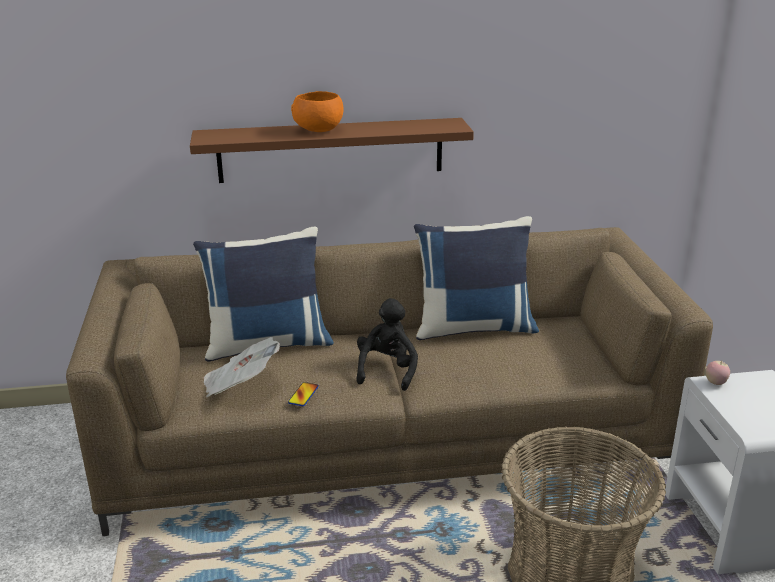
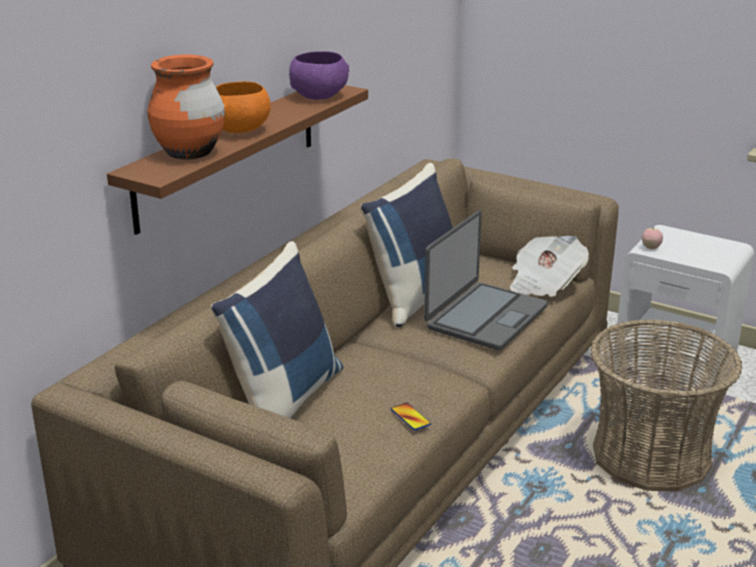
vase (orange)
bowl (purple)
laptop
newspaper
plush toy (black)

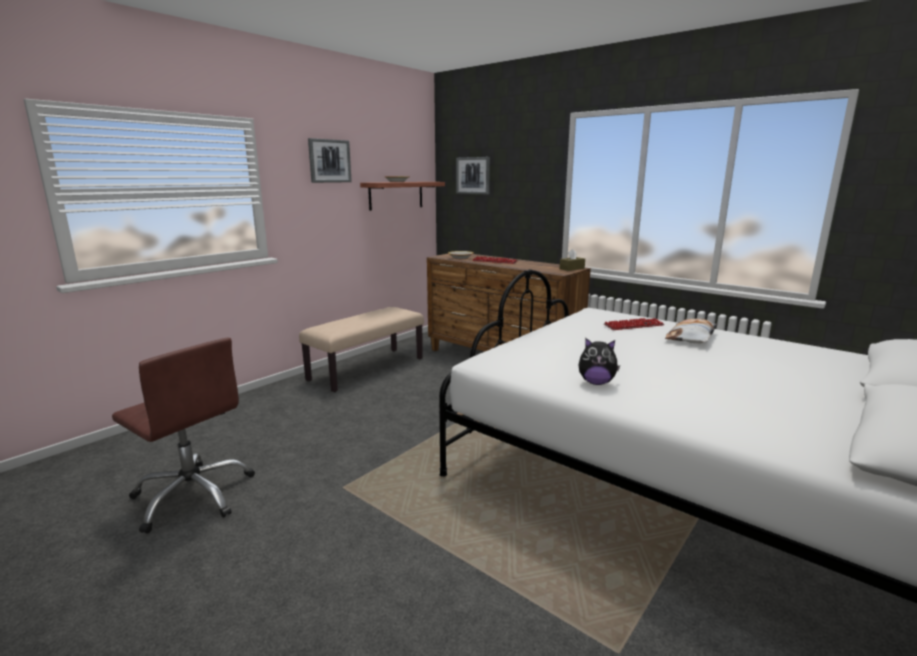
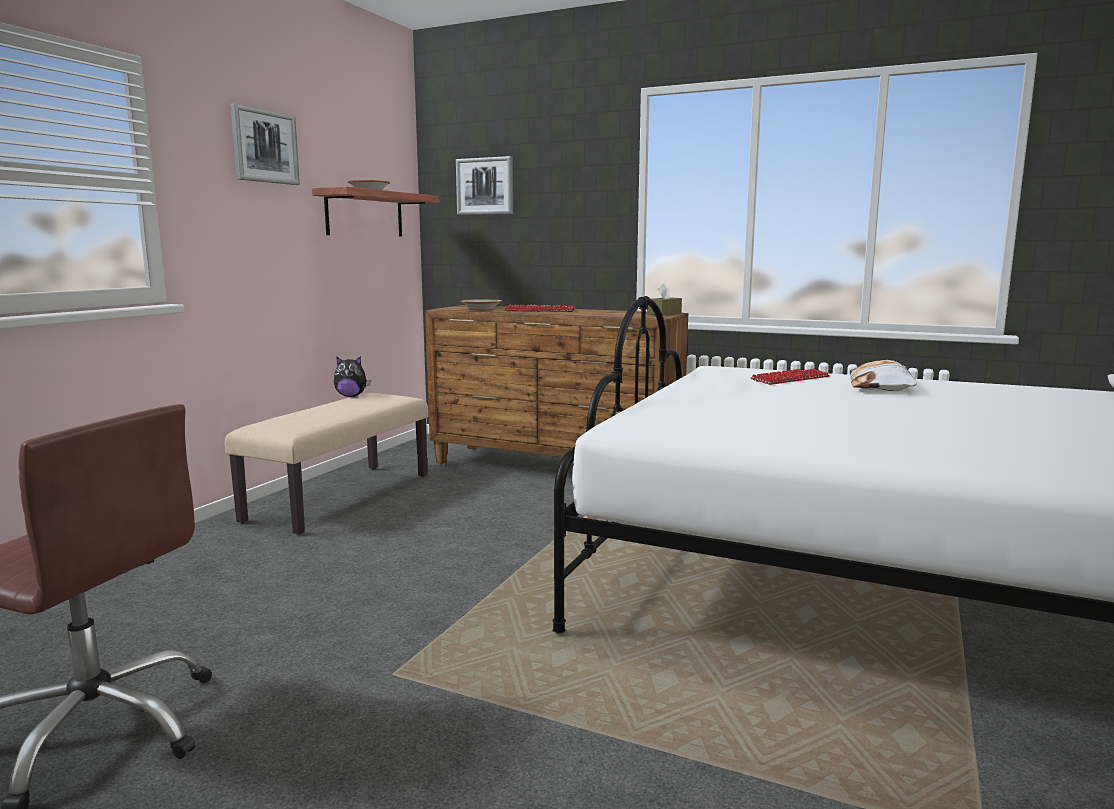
plush toy

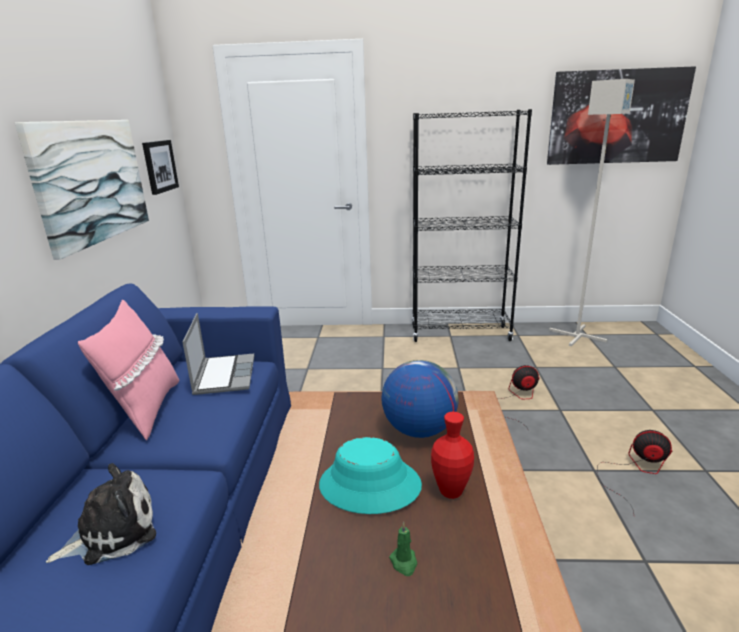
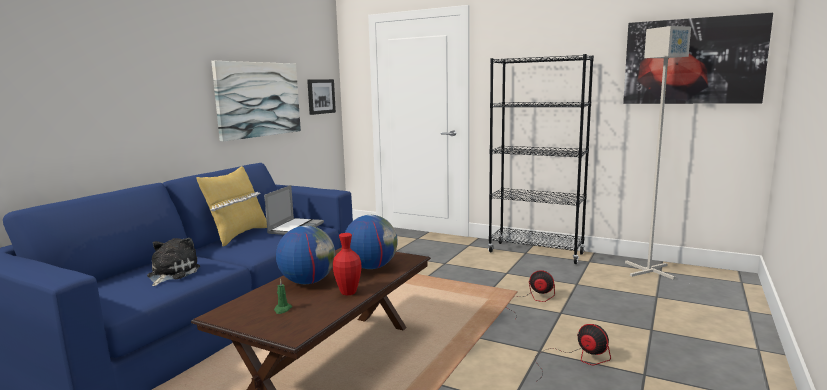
plush toy
pillow (yellow)
globe (no. 1 from left)

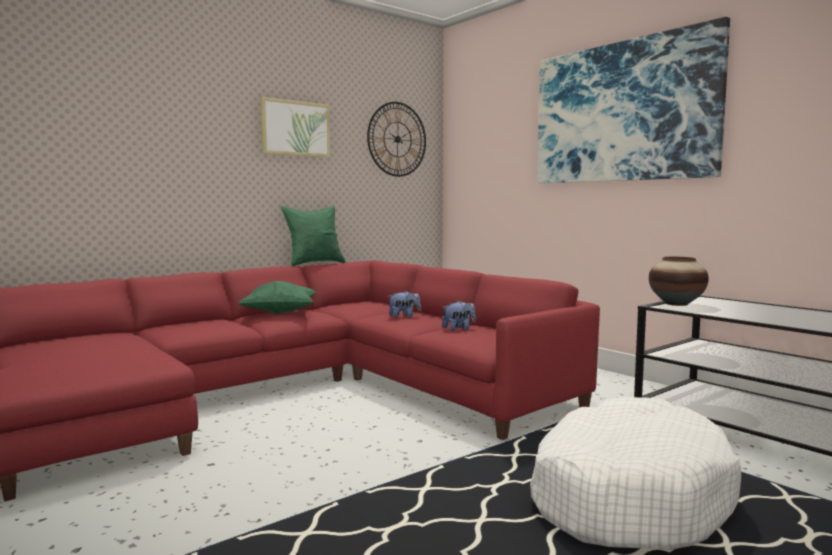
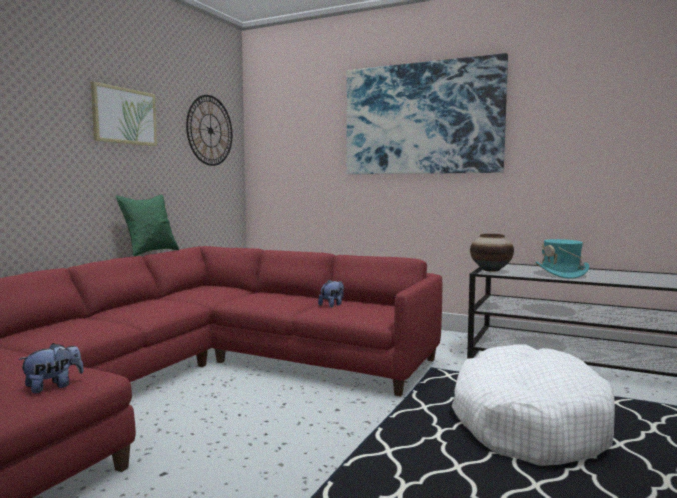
plush toy (no. 1 from left)
hat (turquoise)
pillow (green) (no. 1 from left in the first image)

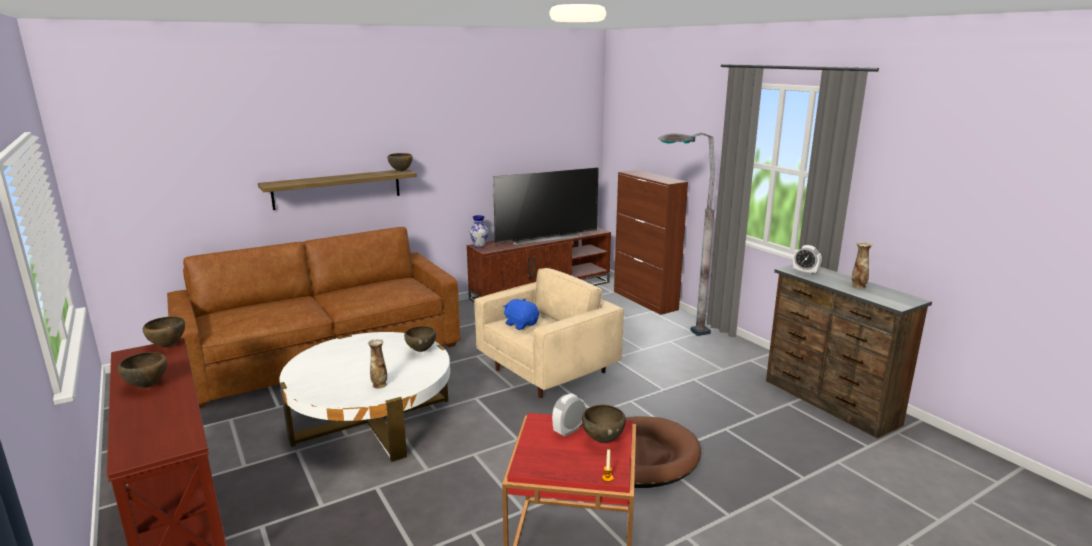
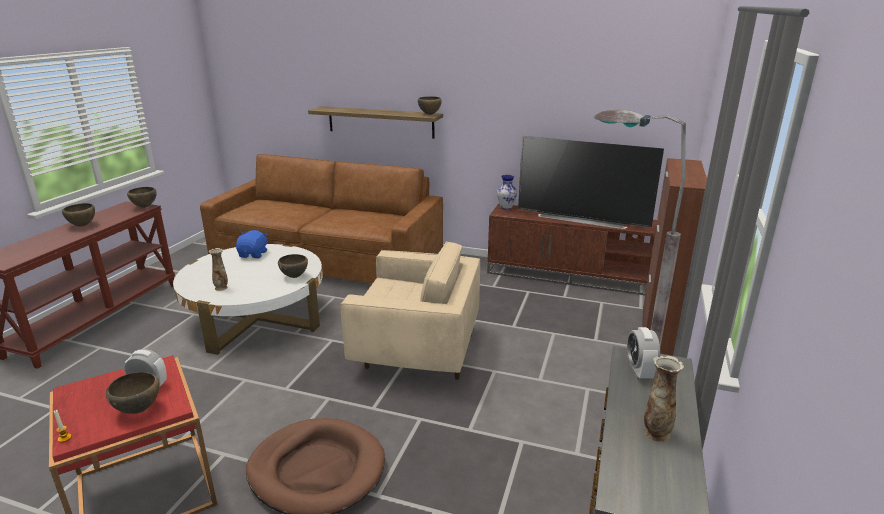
plush toy (blue)

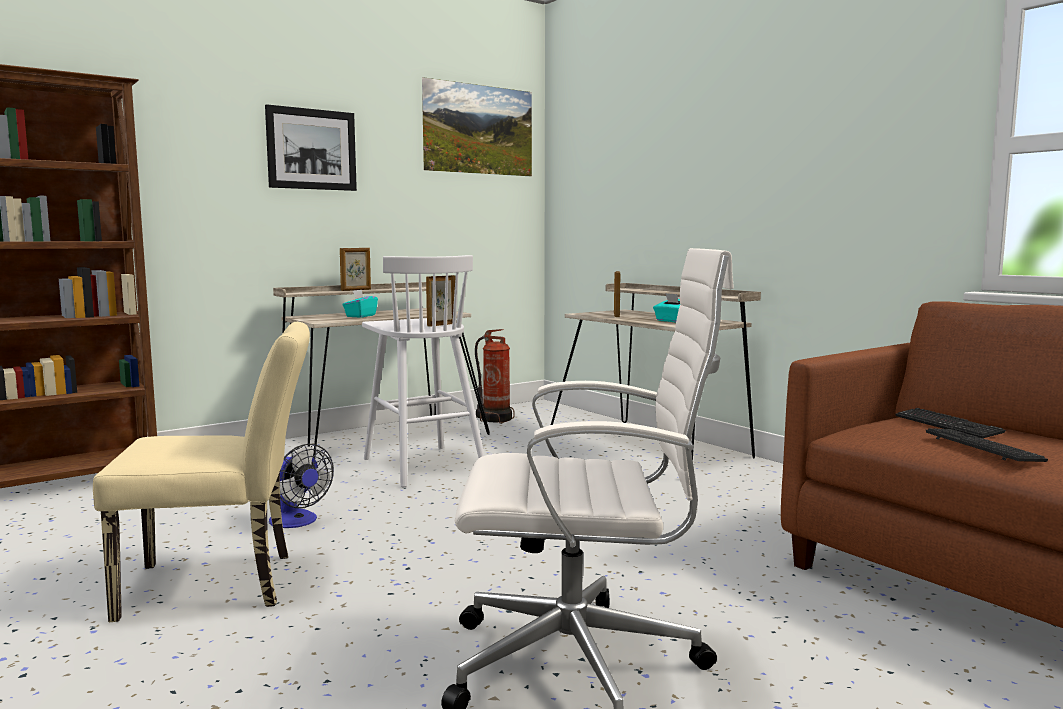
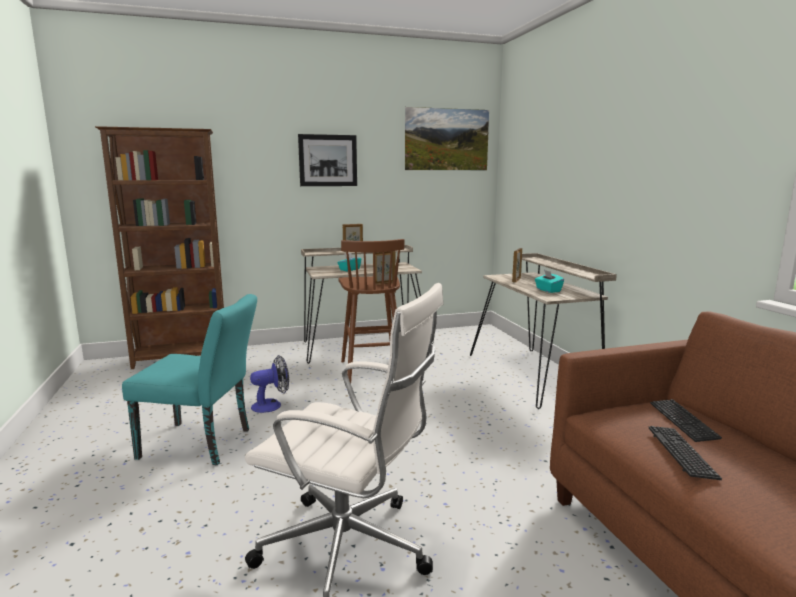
chair (turquoise)
fan
stool (brown)
fire extinguisher

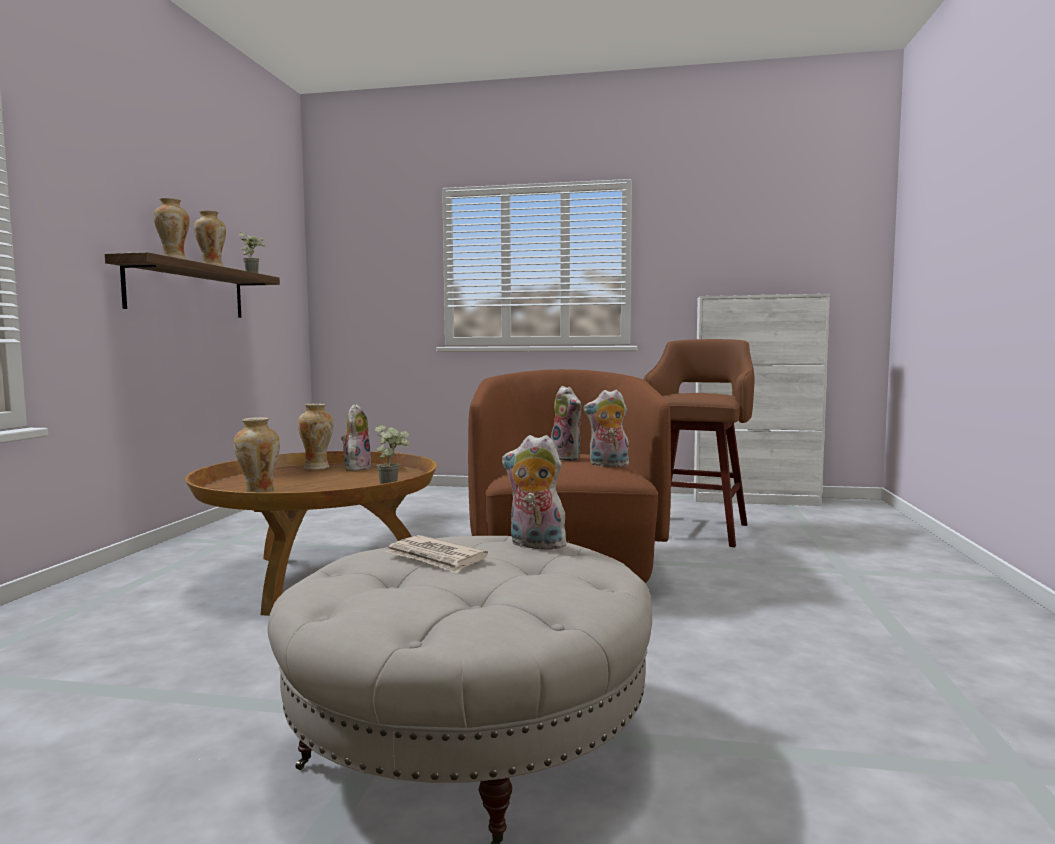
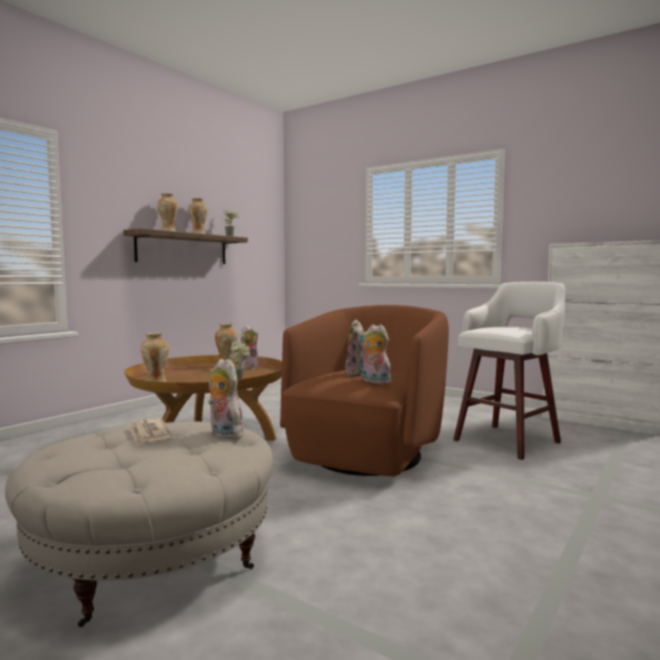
stool (white)

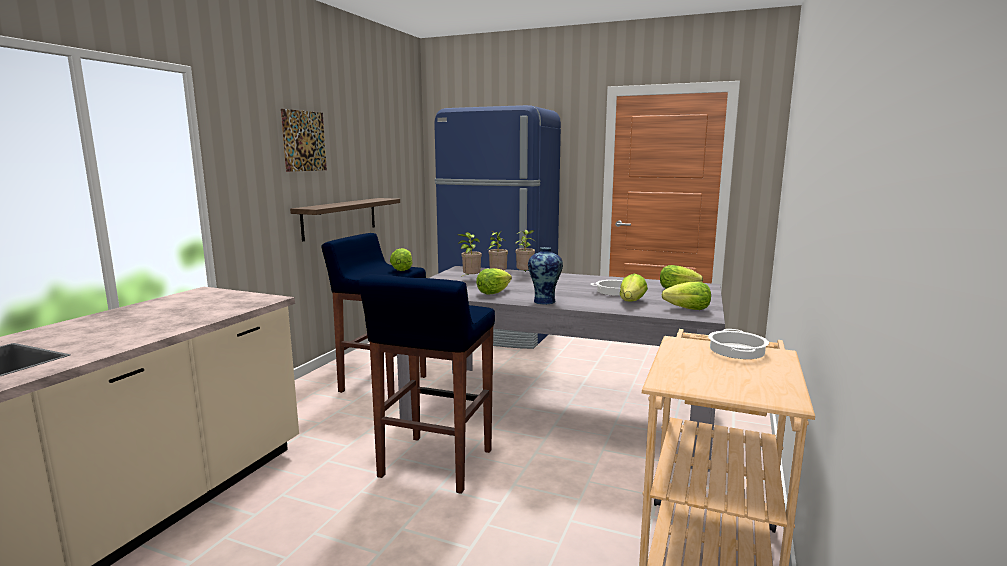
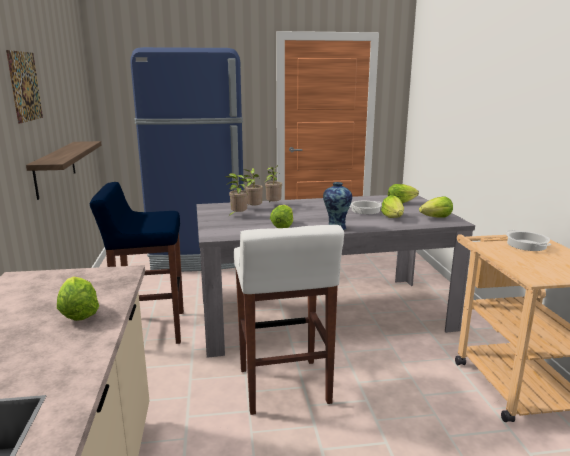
lettuce (no. 1 from left)
stool (white)

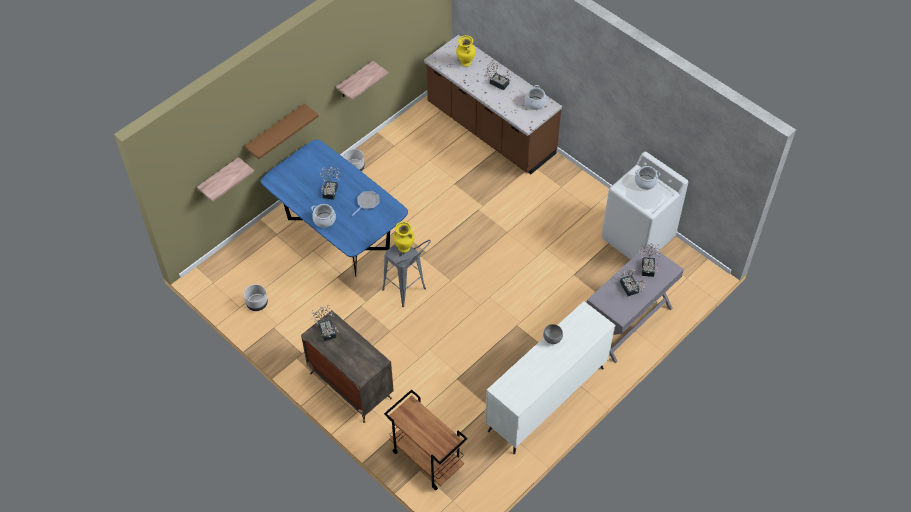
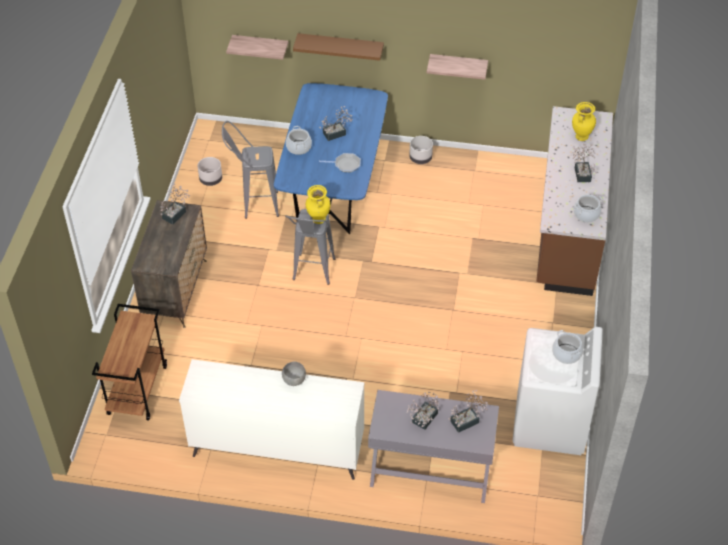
stool (grey) (no. 1 from left)

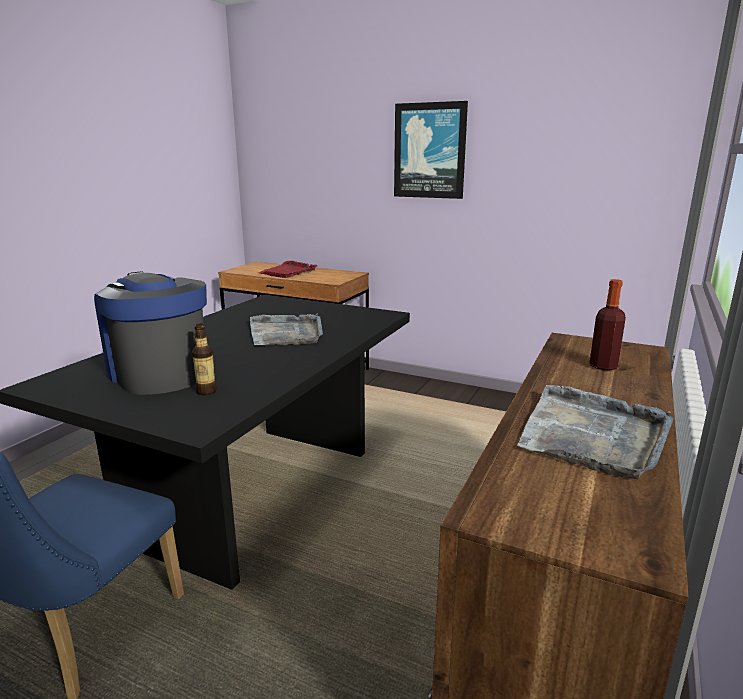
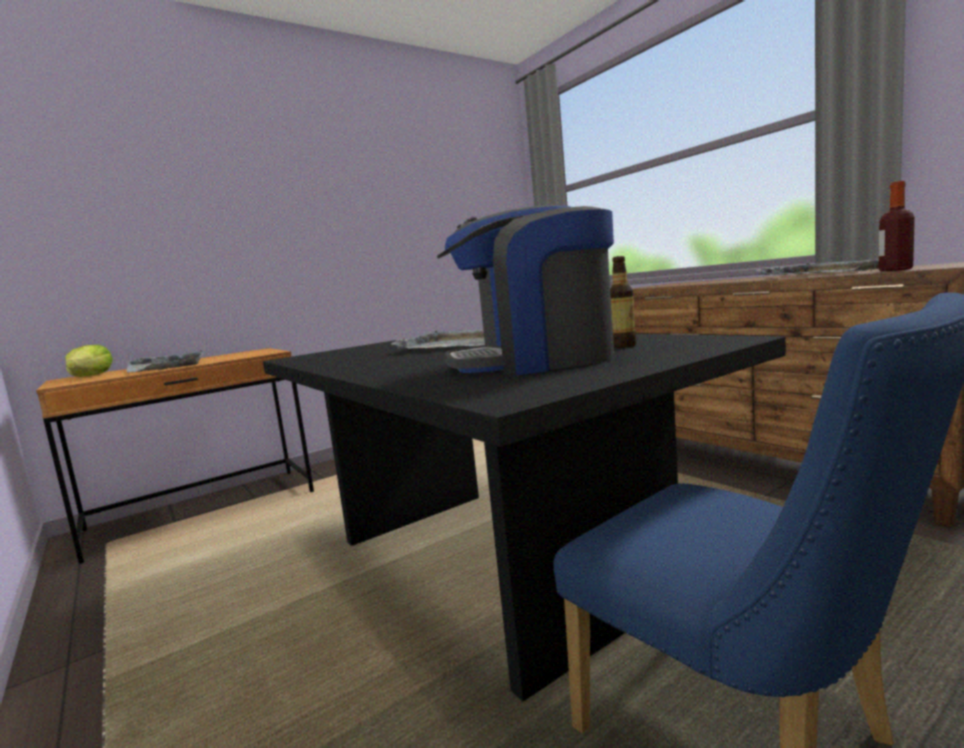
lettuce
tray (grey) (no. 1 from left)
bottle (no. 2 from left)
picture

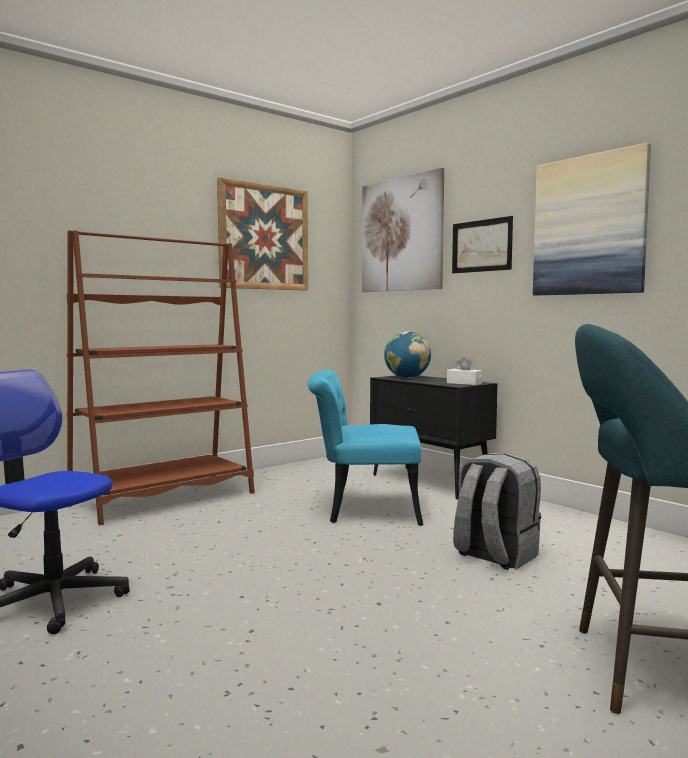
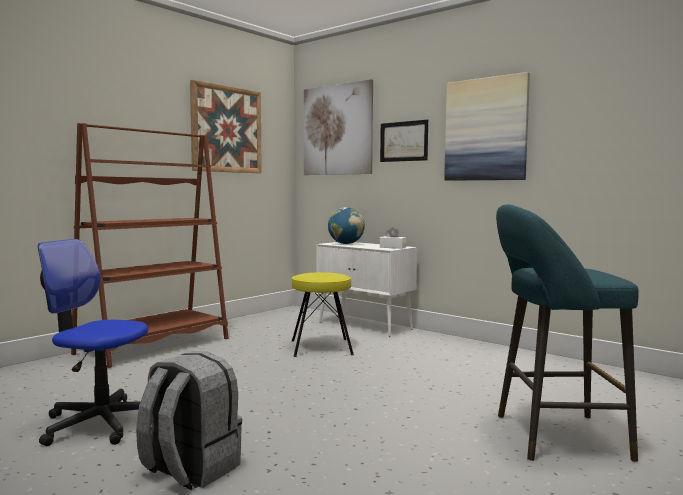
backpack (grey)
stool (yellow)
cabinet (white)

